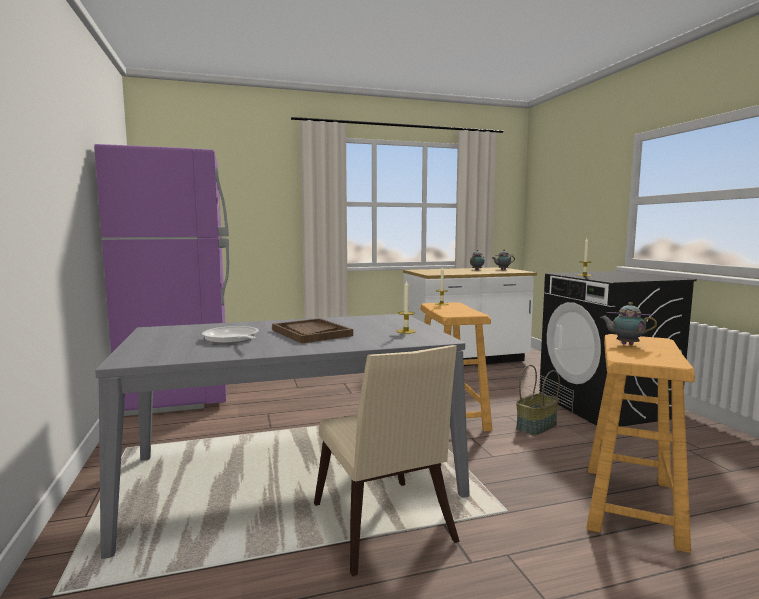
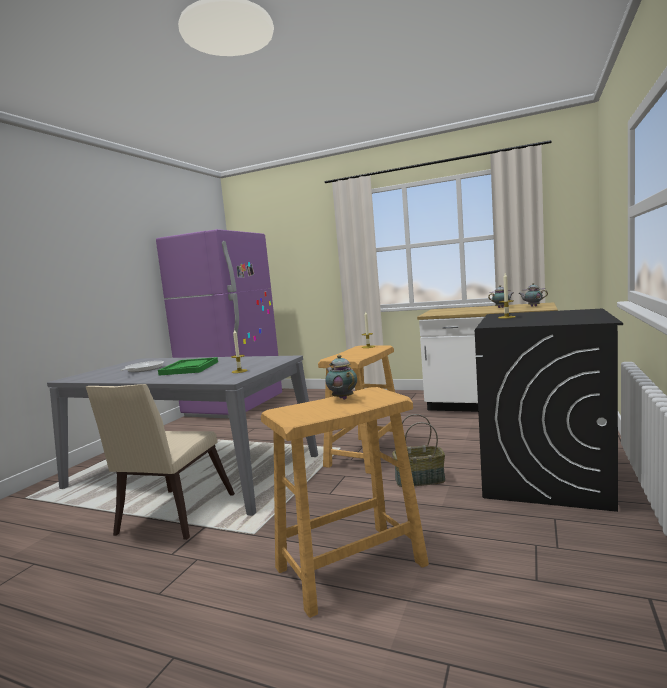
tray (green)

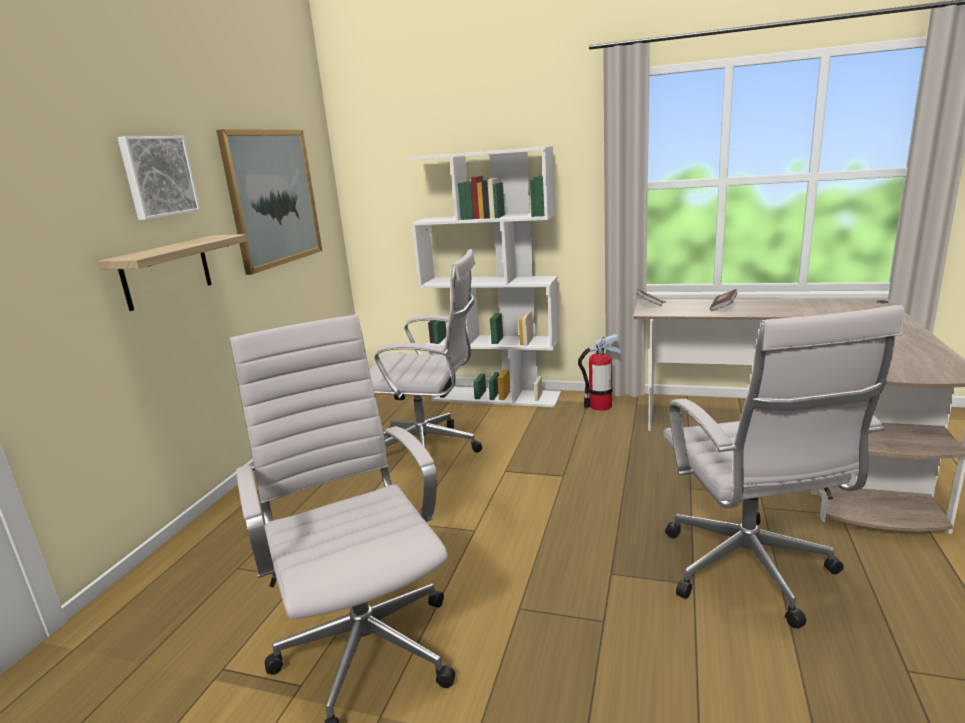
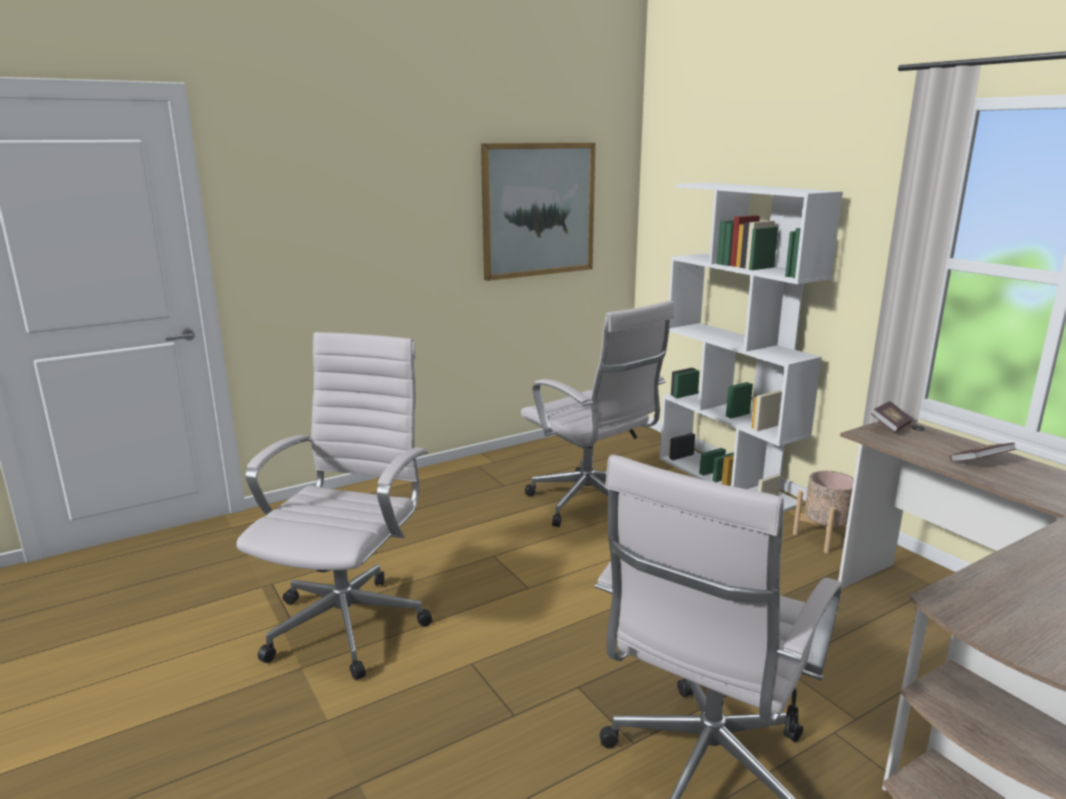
planter (beige)
shelf
picture (no. 1 from left in the first image)

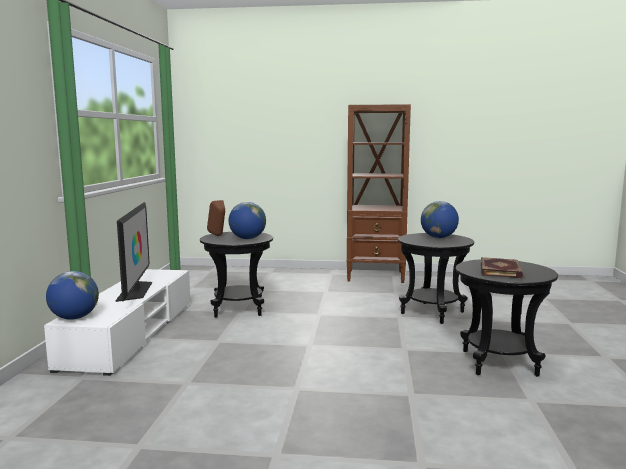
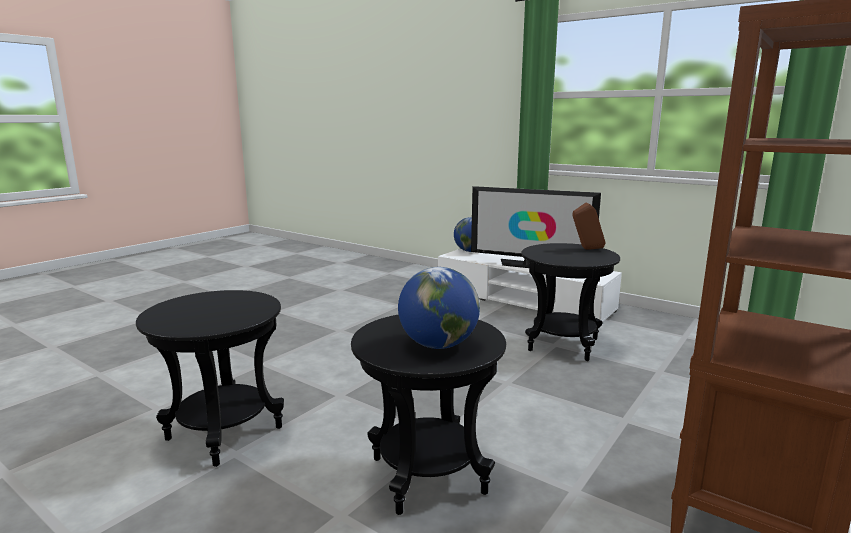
globe (no. 2 from left in the first image)
book

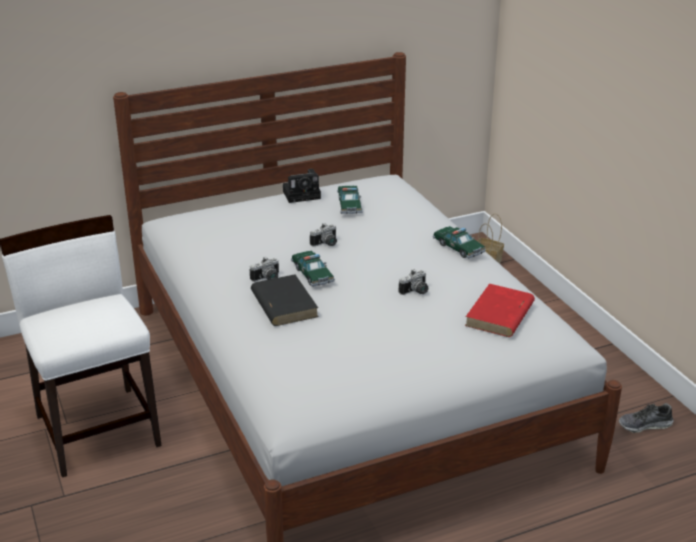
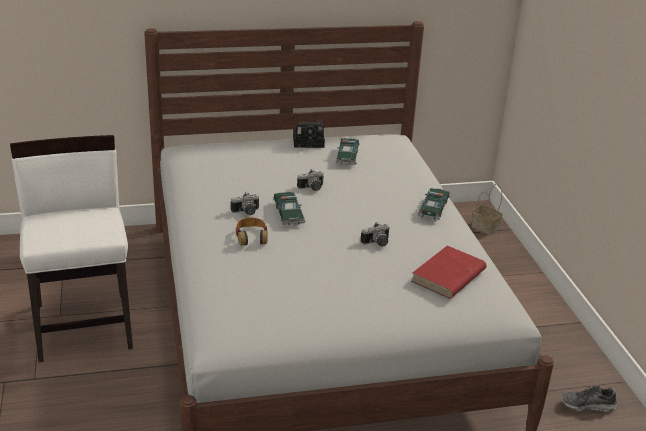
headphones
toy car (no. 3 from left)

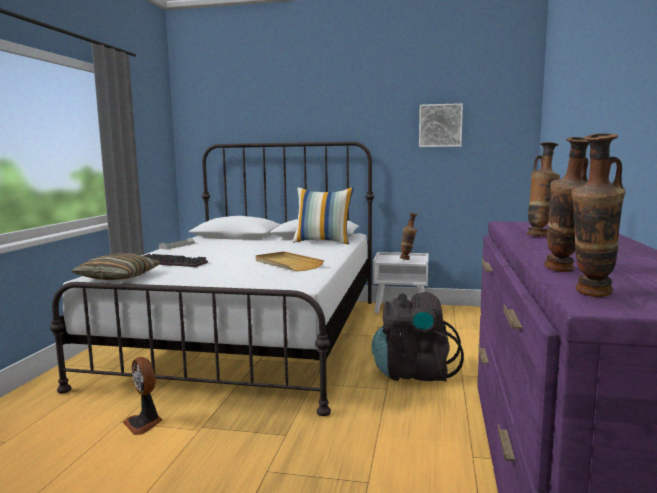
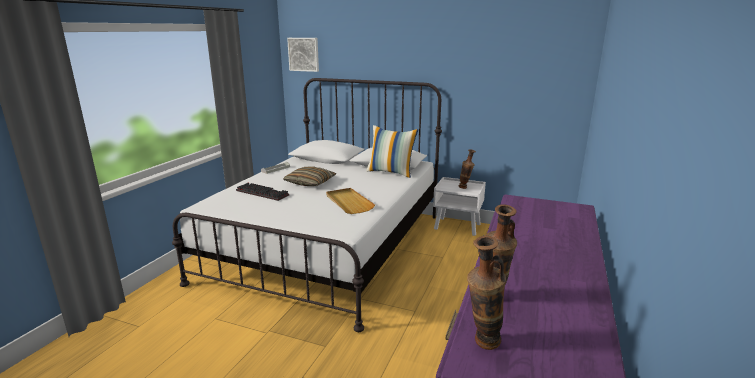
pillow (no. 1 from left)
picture
fan
backpack (black)
vase (no. 2 from left in the first image)

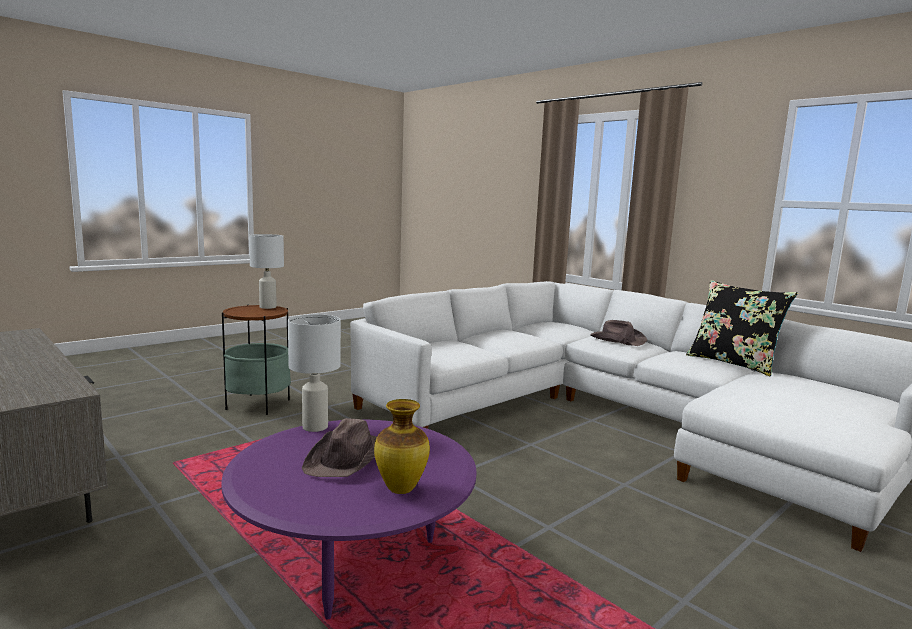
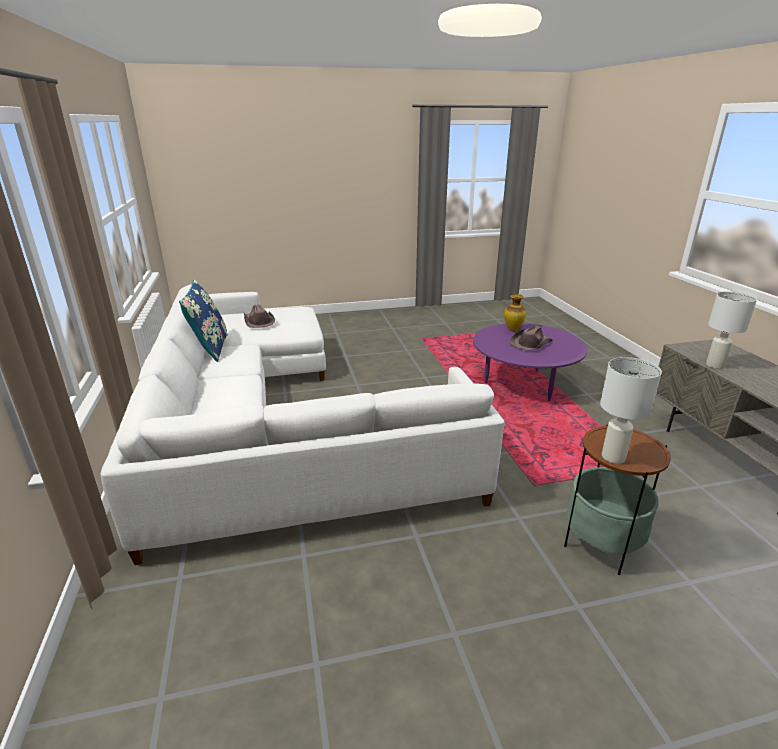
pillow (blue)
hat (brown) (no. 1 from left)
table lamp (white) (no. 2 from left)

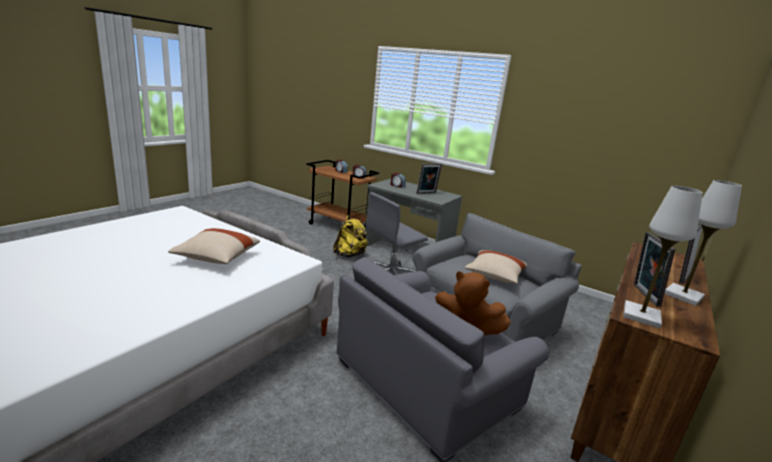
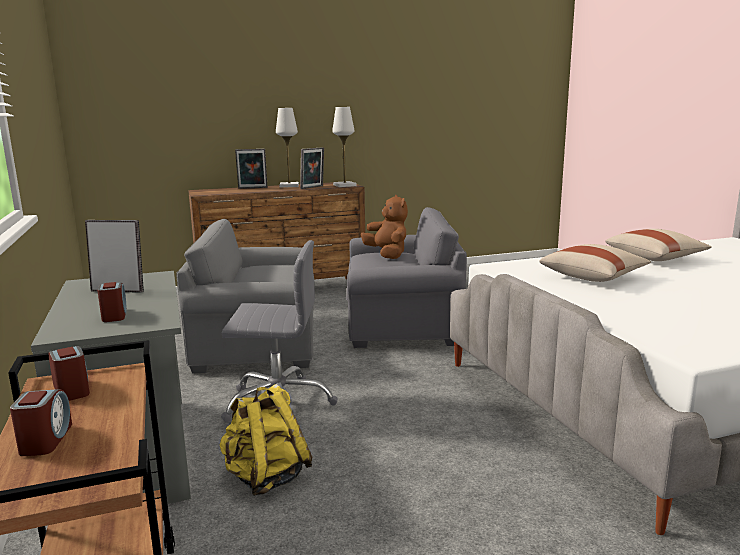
pillow (beige) (no. 2 from left)

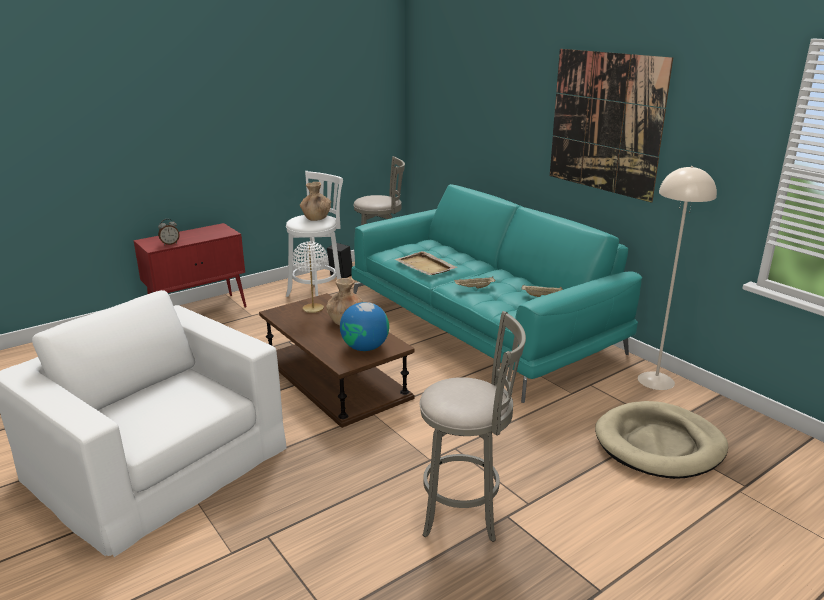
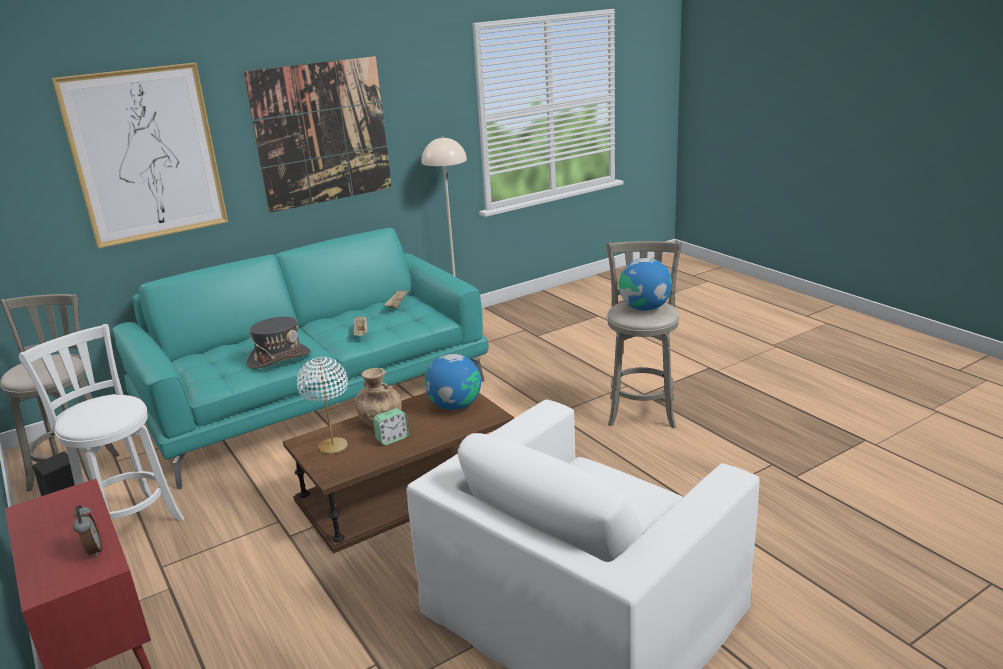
picture (no. 1 from left)
hat (grey)
alarm clock (no. 2 from left)
globe (no. 2 from left)
vase (brown) (no. 1 from left in the first image)
dog bed (beige)

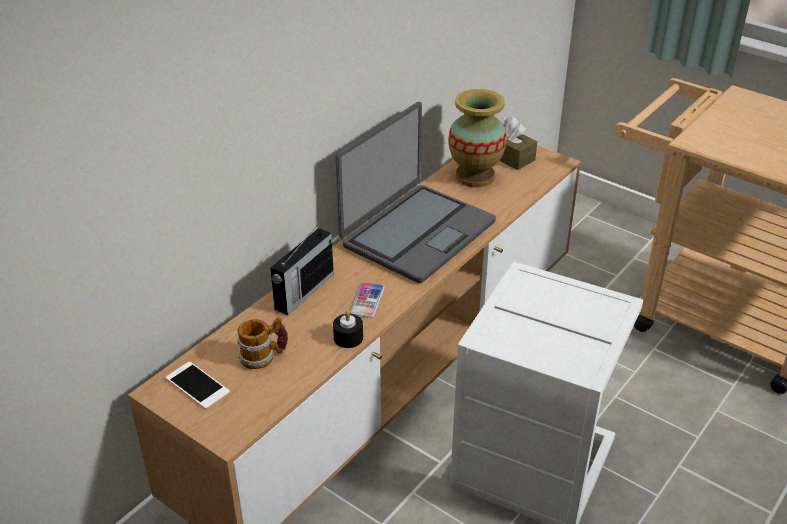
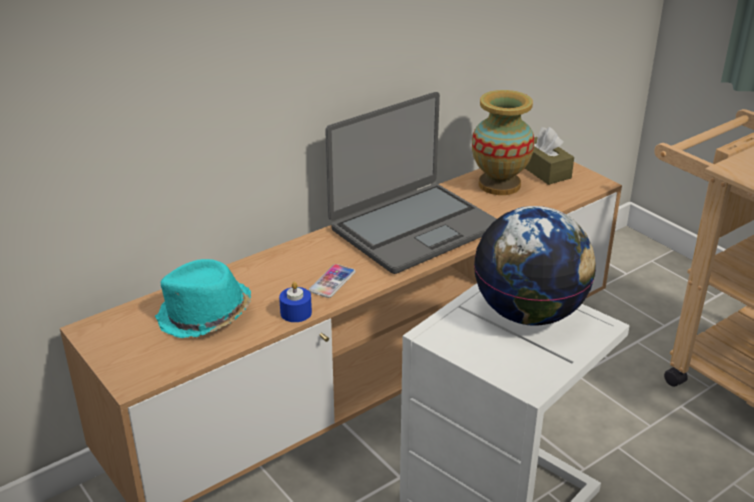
hat (turquoise)
candle (blue)
globe
phone (no. 1 from left in the first image)
radio

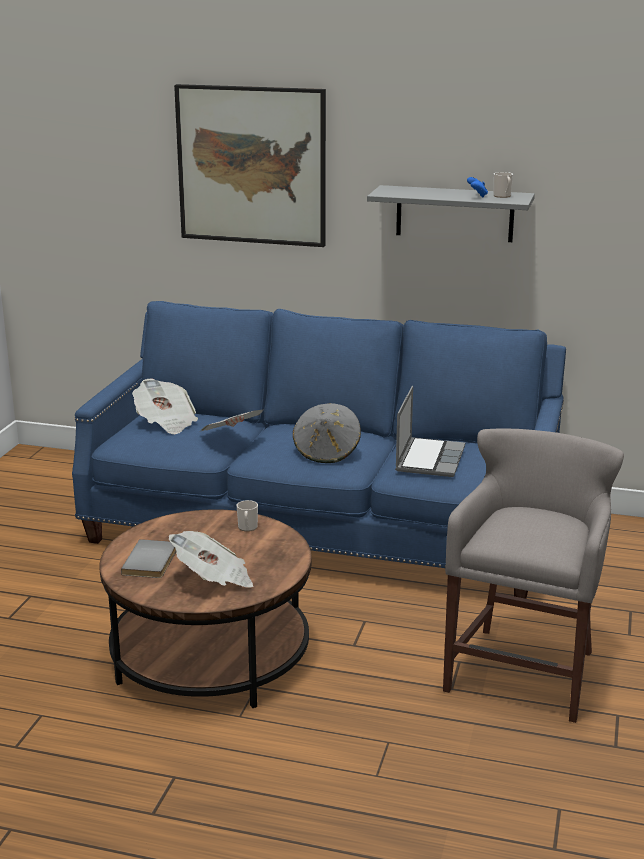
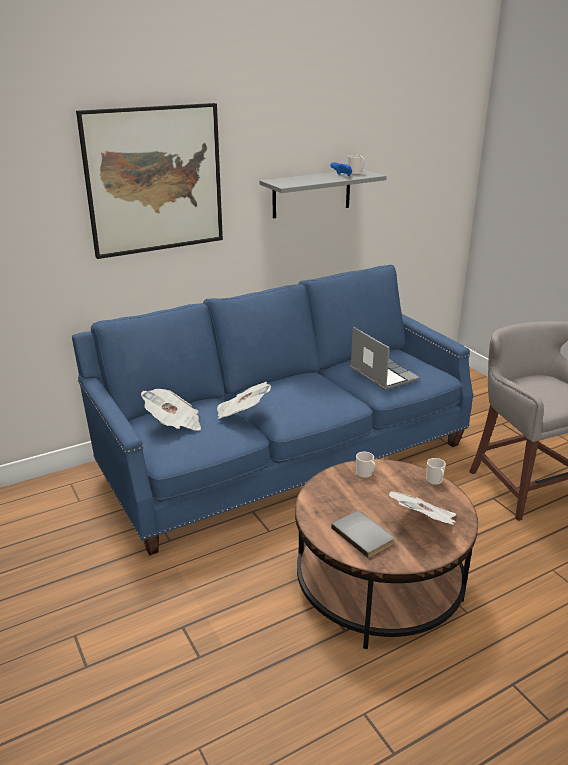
mug (no. 3 from left)
hat (grey)

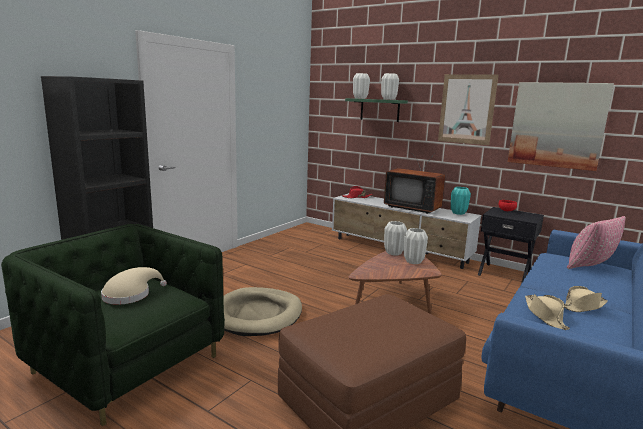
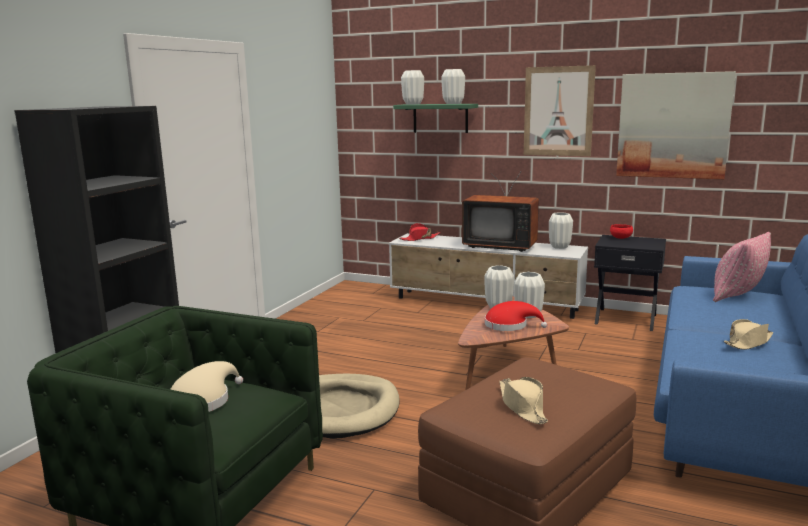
hat (red) (no. 2 from left)
hat (beige) (no. 2 from left)
vase (white) (no. 5 from left)

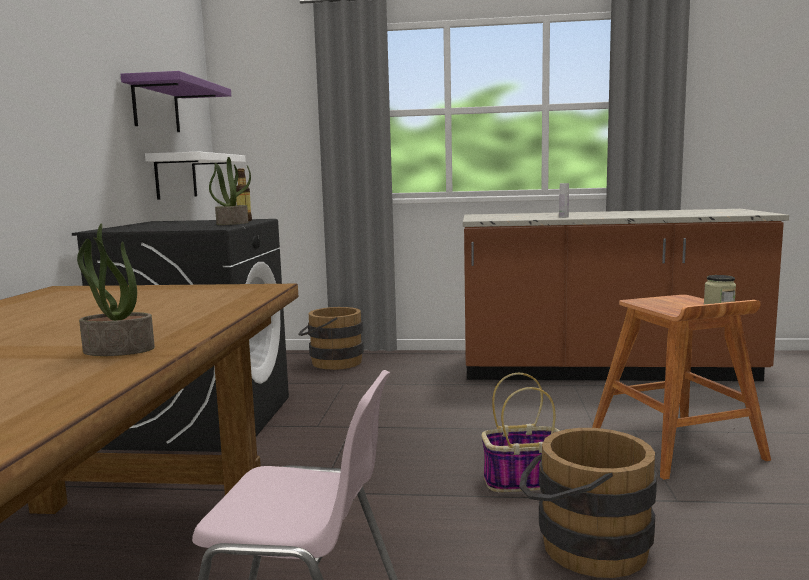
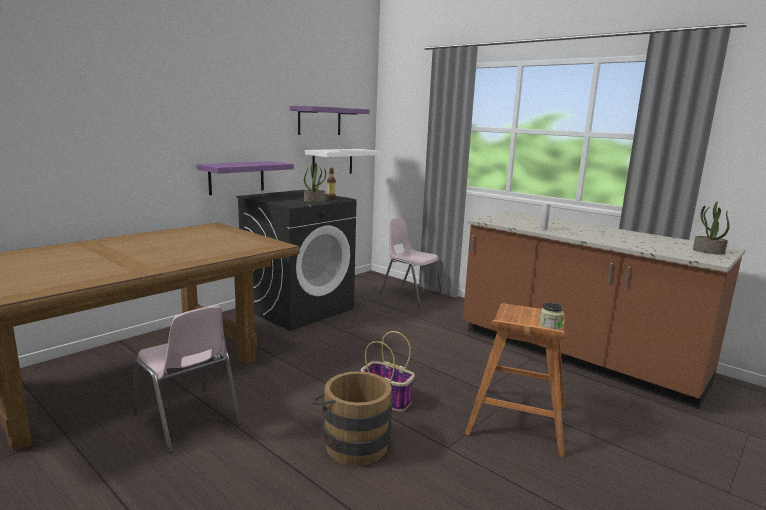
shelf (purple) (no. 1 from left)
chair (pink) (no. 2 from left)
potted plant (no. 2 from left)

